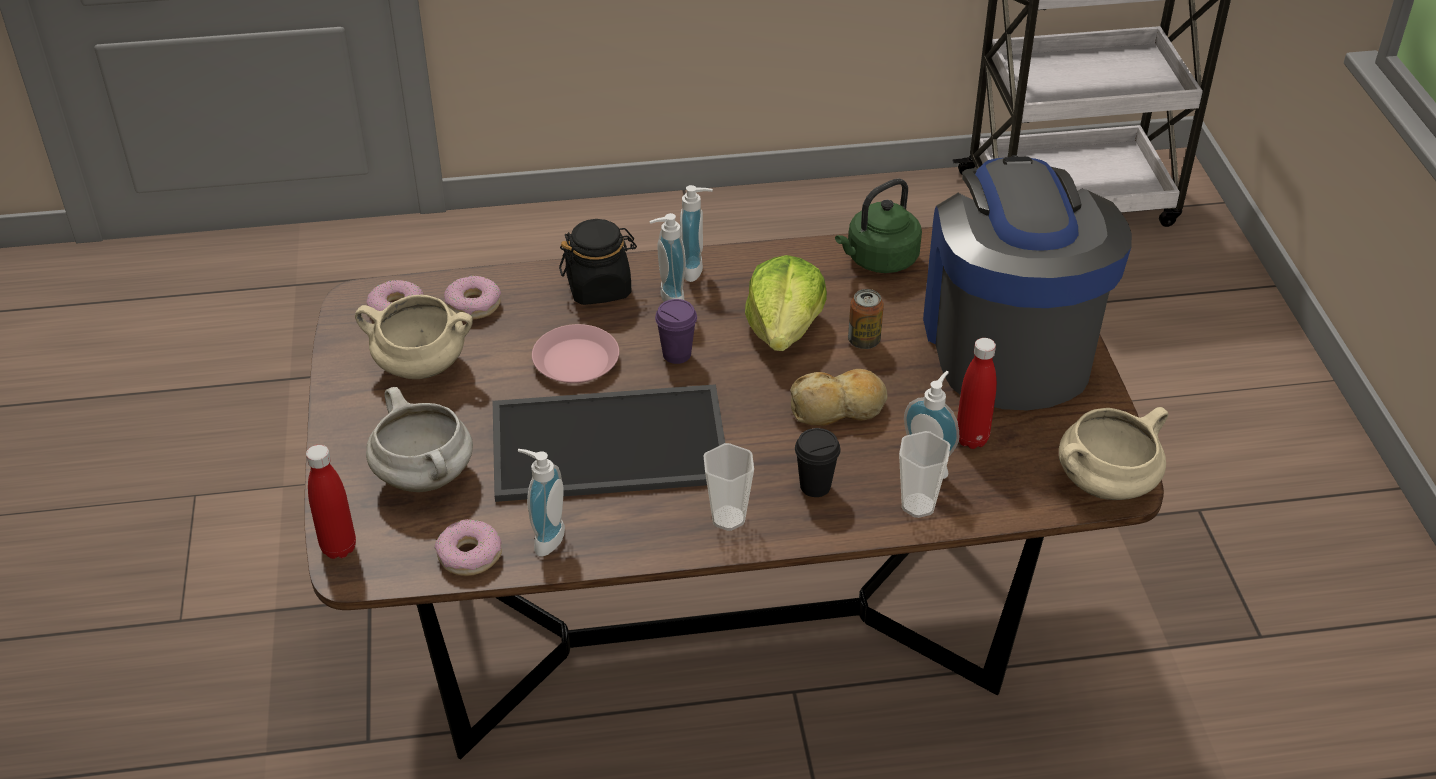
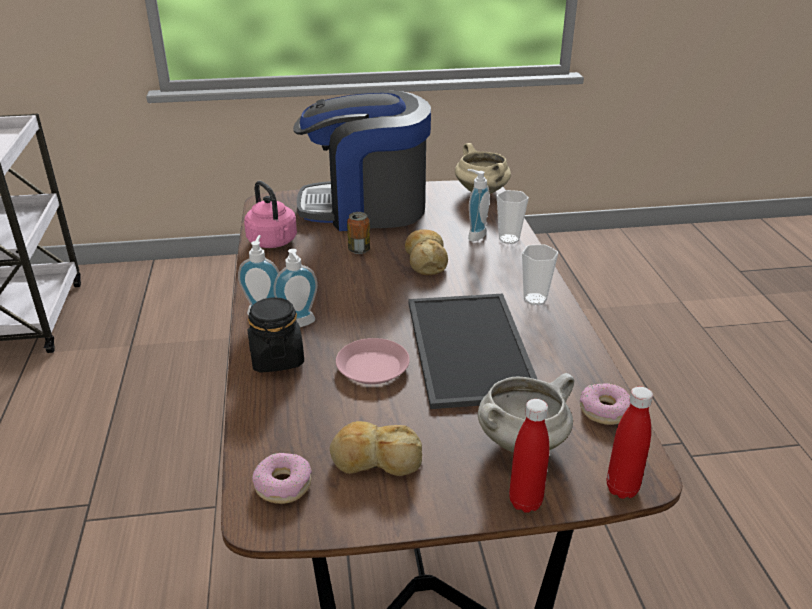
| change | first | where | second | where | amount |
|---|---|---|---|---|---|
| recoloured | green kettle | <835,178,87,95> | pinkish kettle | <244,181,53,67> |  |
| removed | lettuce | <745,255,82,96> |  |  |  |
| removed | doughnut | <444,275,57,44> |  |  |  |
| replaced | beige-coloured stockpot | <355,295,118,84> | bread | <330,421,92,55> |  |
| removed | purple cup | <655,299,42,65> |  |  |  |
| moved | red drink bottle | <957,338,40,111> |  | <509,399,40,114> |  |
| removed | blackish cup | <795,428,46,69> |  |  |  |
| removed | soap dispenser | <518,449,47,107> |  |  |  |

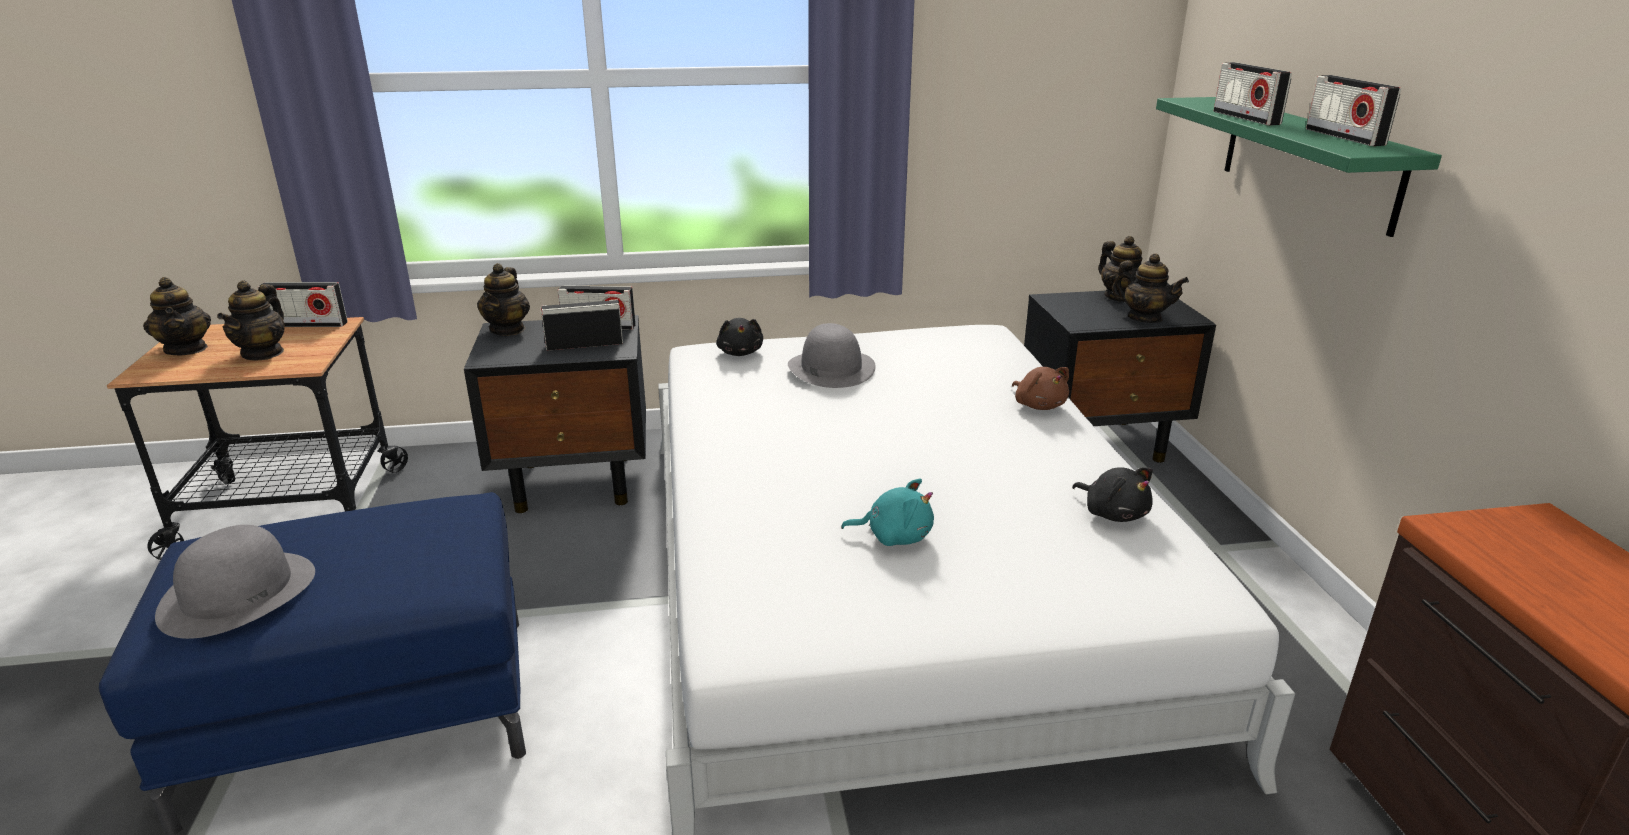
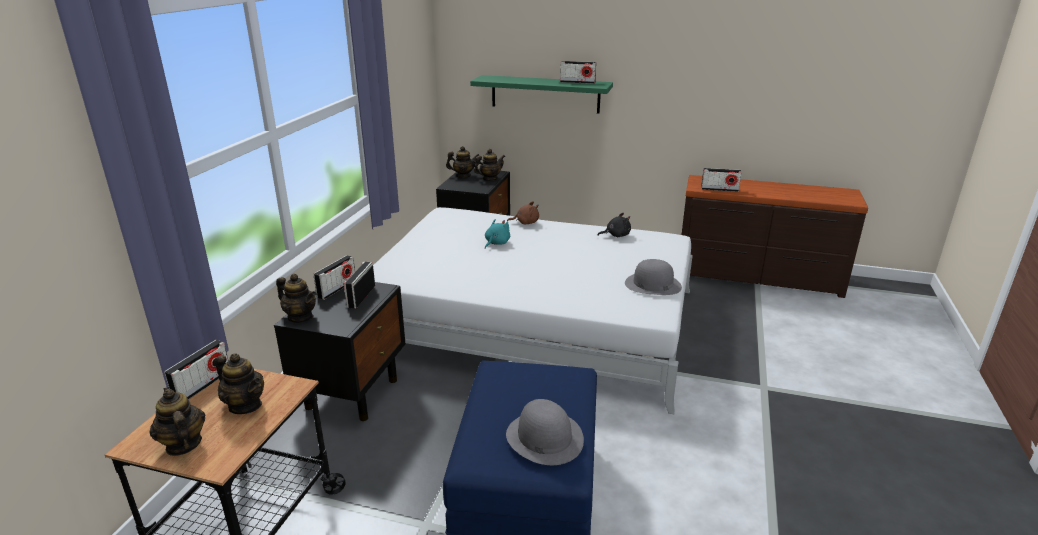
| change | first | where | second | where | amount |
|---|---|---|---|---|---|
| moved | radio set | <1214,62,78,63> |  | <701,168,41,24> |  |
| turned | teapot | <143,277,68,78> |  | <150,387,55,69> | 120 degrees counterclockwise |
| removed | blackish plush toy | <716,318,47,38> |  |  |  |
| moved | gray wearable hat | <788,323,88,65> |  | <625,259,57,36> |  |
| moved | turquoise-coloured plush toy | <841,478,93,68> |  | <485,219,25,30> |  |

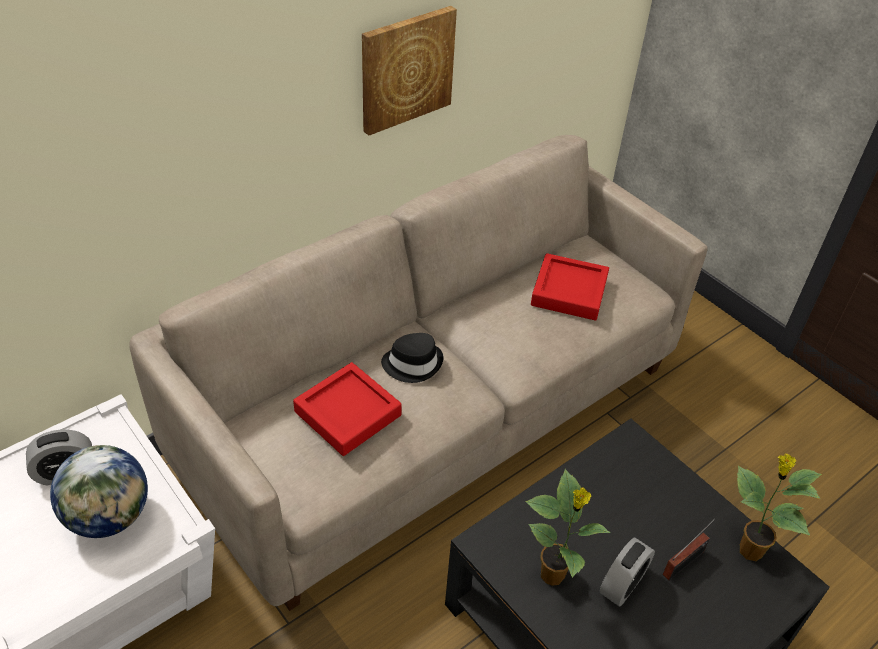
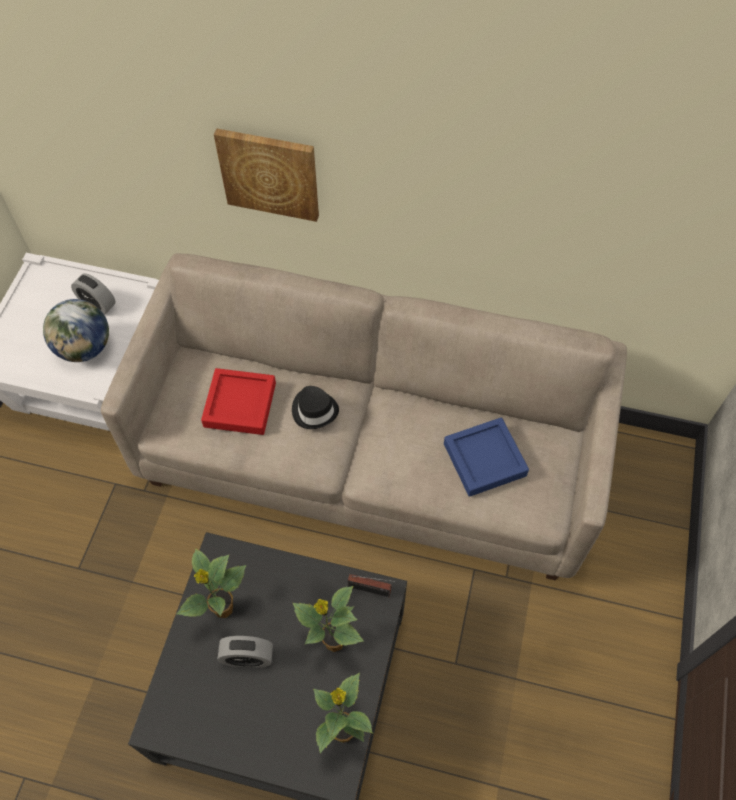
| change | first | where | second | where | amount |
|---|---|---|---|---|---|
| moved | wall picture | <362,6,95,130> |  | <214,128,105,94> |  |
| recoloured | red serving tray | <531,253,78,67> | bluish serving tray | <444,418,85,79> |  |
| moved | radio set | <663,519,52,62> |  | <348,574,49,23> |  |
| added |  |  | potted plant | <293,586,71,66> |  |

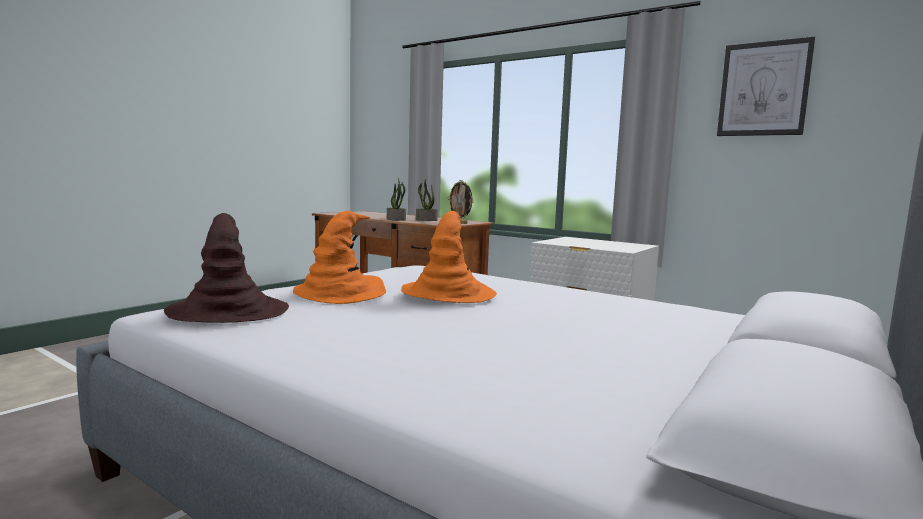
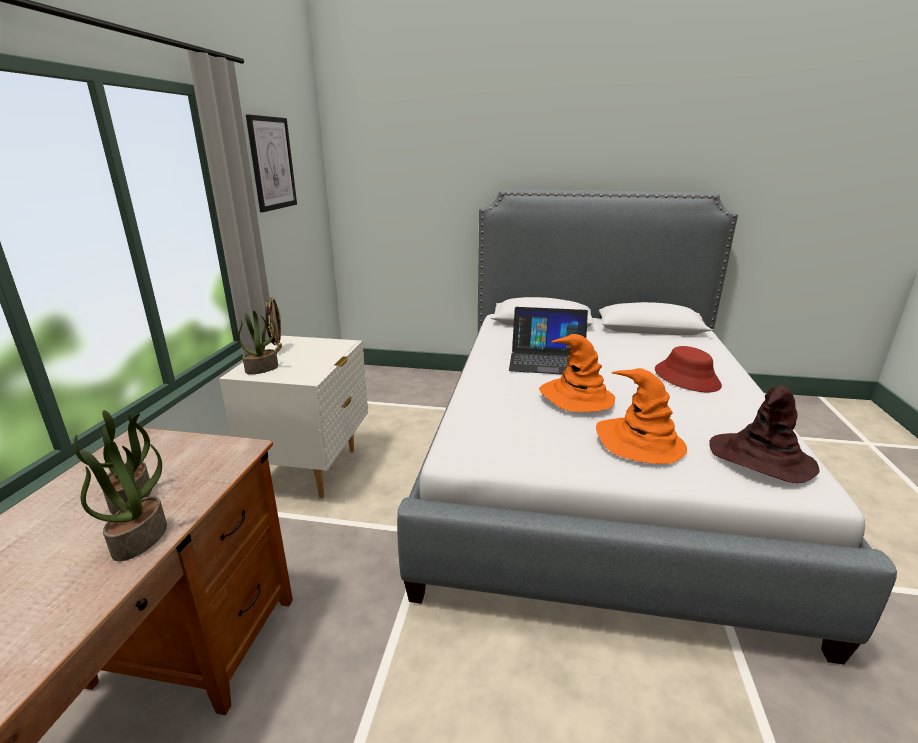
| change | first | where | second | where | amount |
|---|---|---|---|---|---|
| moved | standing frame | <448,180,26,44> |  | <265,296,17,57> |  |
| added |  |  | laptop | <509,307,79,68> |  |
| added |  |  | potted plant | <238,311,40,63> |  |
| added |  |  | red wearable hat | <655,346,67,46> |  |

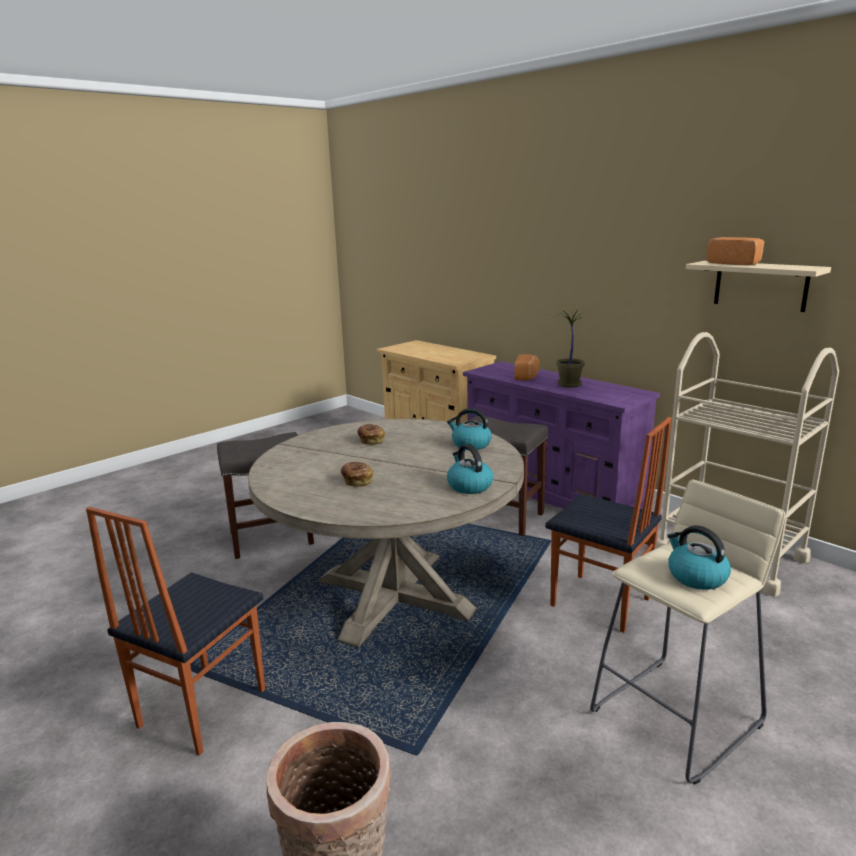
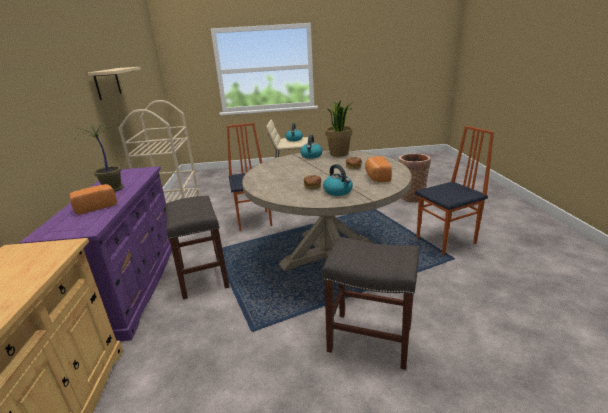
| change | first | where | second | where | amount |
|---|---|---|---|---|---|
| moved | bread | <707,237,57,28> |  | <365,156,27,26> |  |
| moved | kettle | <447,408,45,42> |  | <323,164,30,32> |  |
| added |  |  | potted plant | <325,101,28,56> |  |

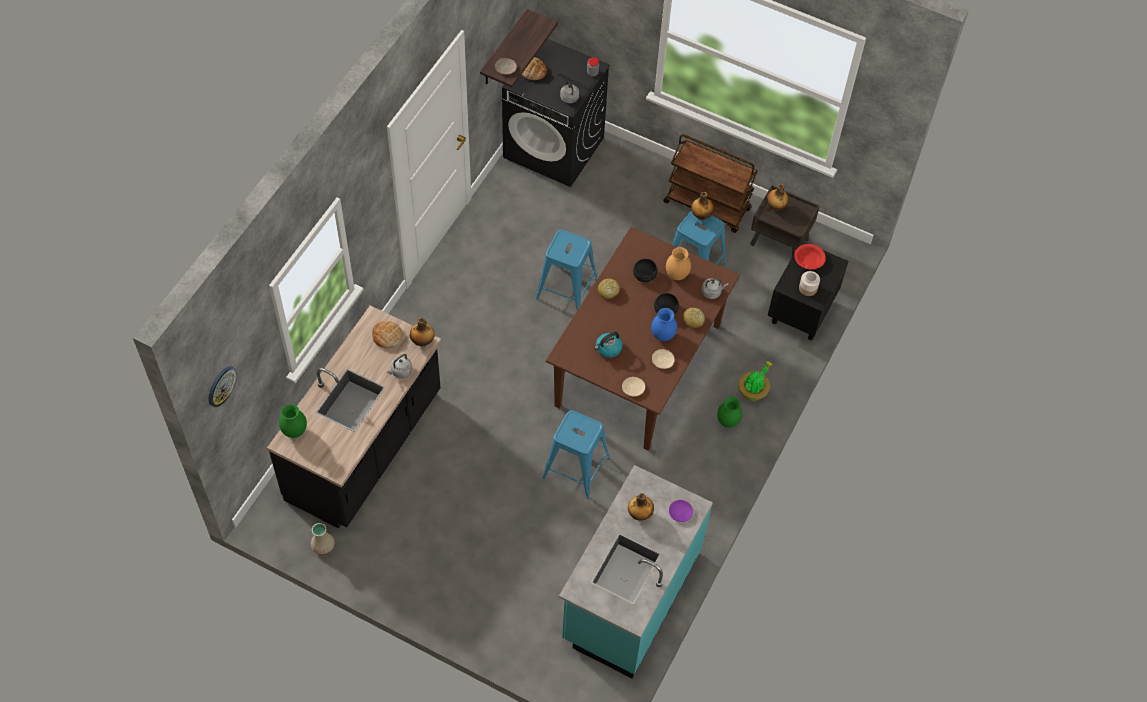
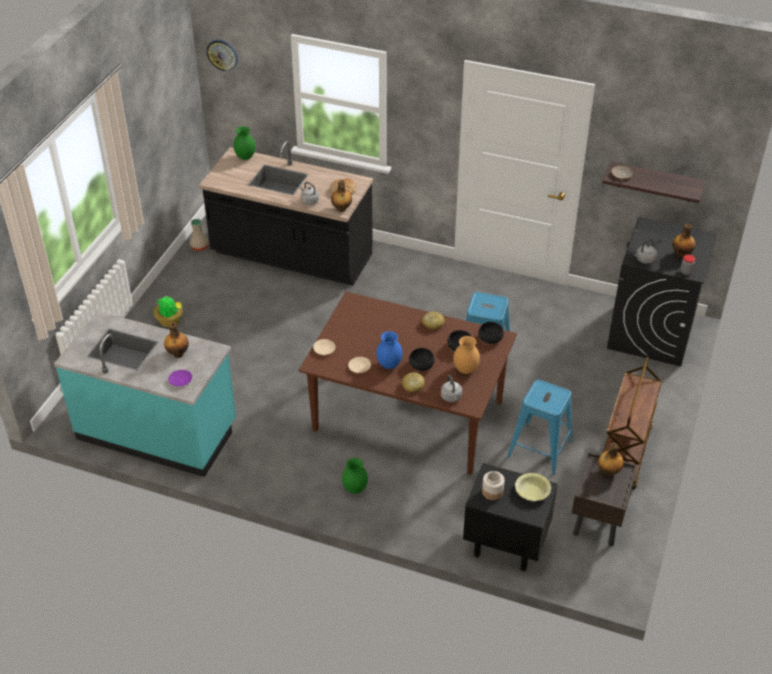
| change | first | where | second | where | amount |
|---|---|---|---|---|---|
| removed | bread | <521,57,26,23> |  |  |  |
| moved | drink bottle | <691,192,23,28> |  | <672,224,24,34> |  |
| recoloured | red serving bowl | <794,244,32,25> | yellow-coloured serving bowl | <515,473,36,28> |  |
| removed | kettle | <594,332,29,26> |  |  |  |
| moved | potted plant | <738,361,35,40> |  | <153,296,30,31> |  |
| removed | bluish stool seat | <542,410,68,89> |  |  |  |
| added |  |  | blackish serving bowl | <478,322,26,22> |  |

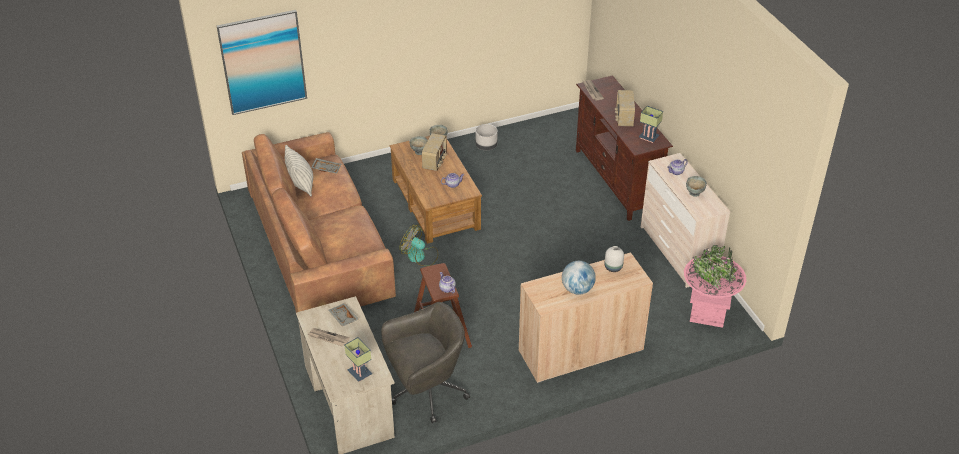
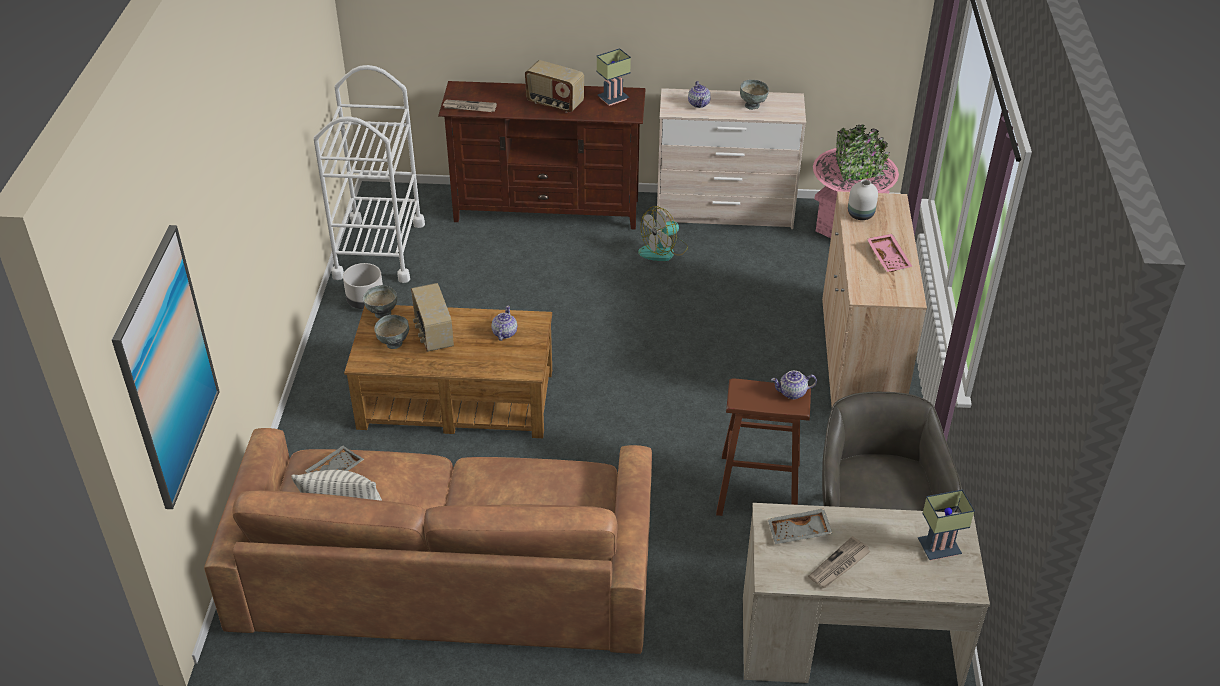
| change | first | where | second | where | amount |
|---|---|---|---|---|---|
| turned | radio set | <422,133,25,38> |  | <411,283,43,69> | 150 degrees counterclockwise |
| moved | electric fan | <399,225,39,41> |  | <638,206,50,55> |  |
| replaced | globe | <562,261,34,34> | pinkish serving tray | <867,234,45,38> |  |
| added |  |  | whitish trolley | <314,65,111,218> |  |

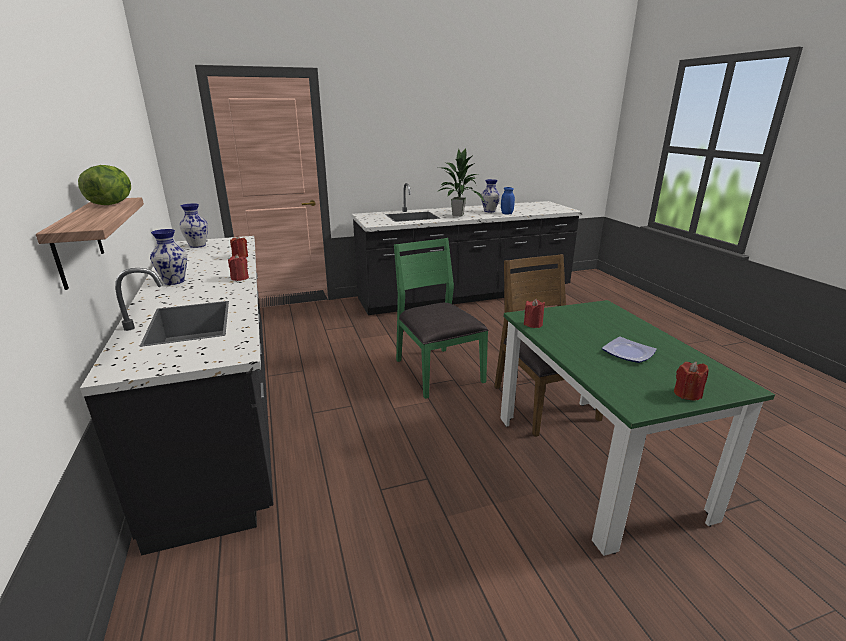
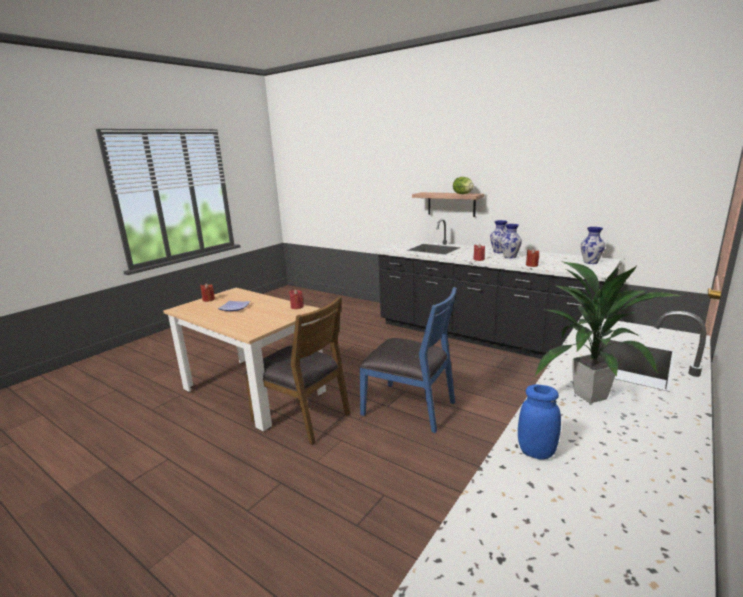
| change | first | where | second | where | amount |
|---|---|---|---|---|---|
| moved | decorative vase | <481,179,19,33> |  | <500,224,22,34> |  |
| recoloured | green chair | <394,238,95,161> | bluish chair | <359,287,98,146> |  |
| recoloured | green kitchen table | <500,300,275,256> | beige-coloured kitchen table | <163,288,163,144> |  |

